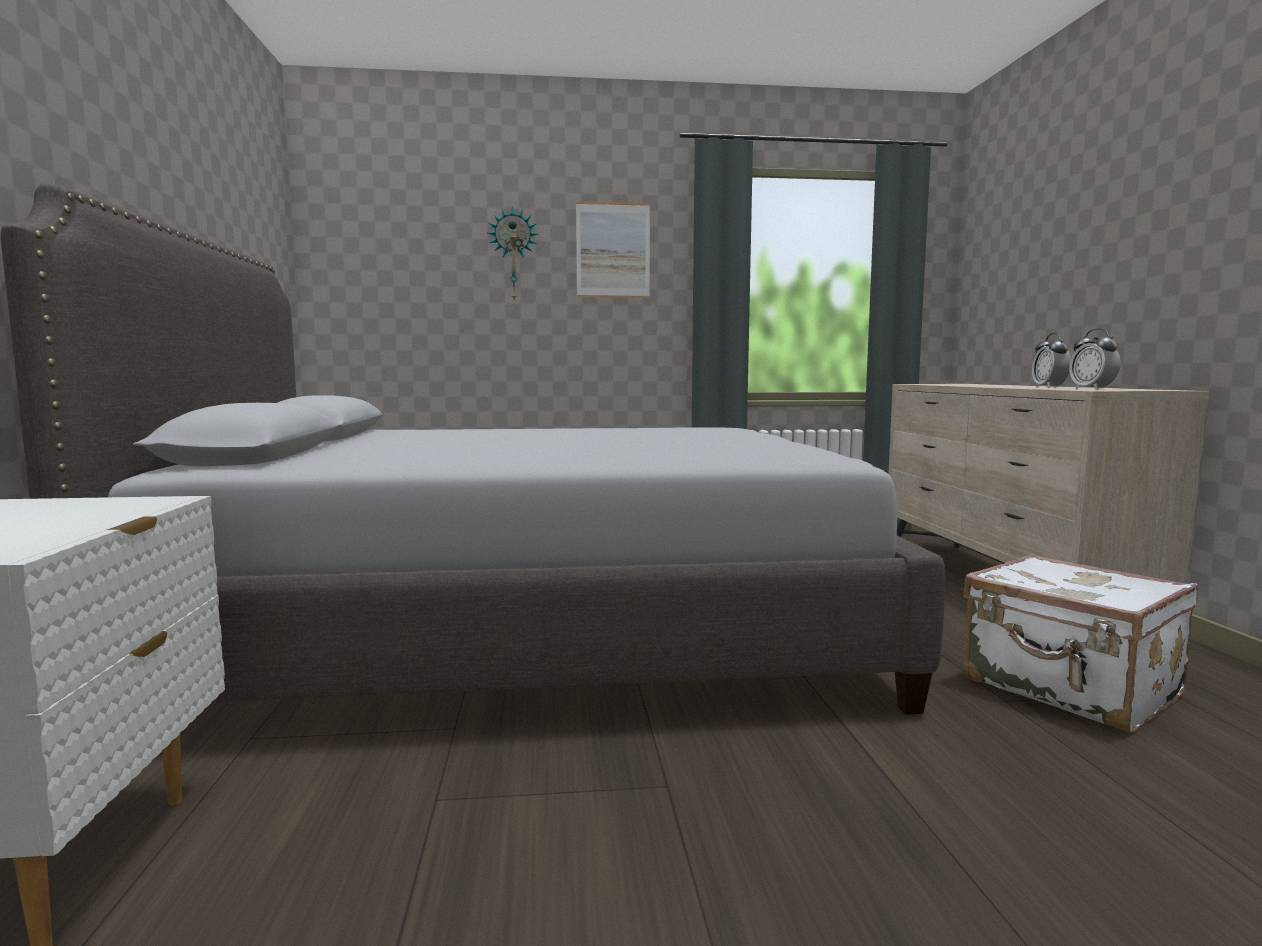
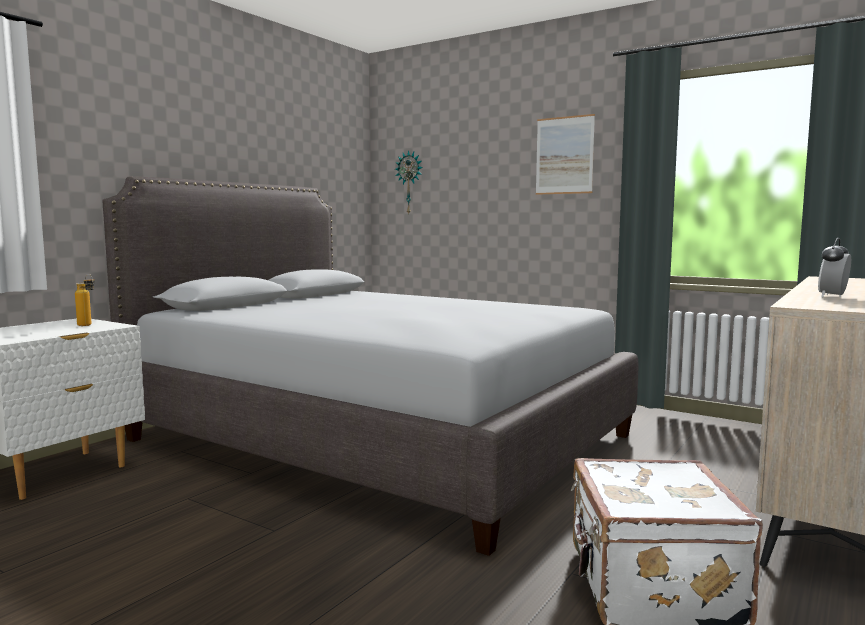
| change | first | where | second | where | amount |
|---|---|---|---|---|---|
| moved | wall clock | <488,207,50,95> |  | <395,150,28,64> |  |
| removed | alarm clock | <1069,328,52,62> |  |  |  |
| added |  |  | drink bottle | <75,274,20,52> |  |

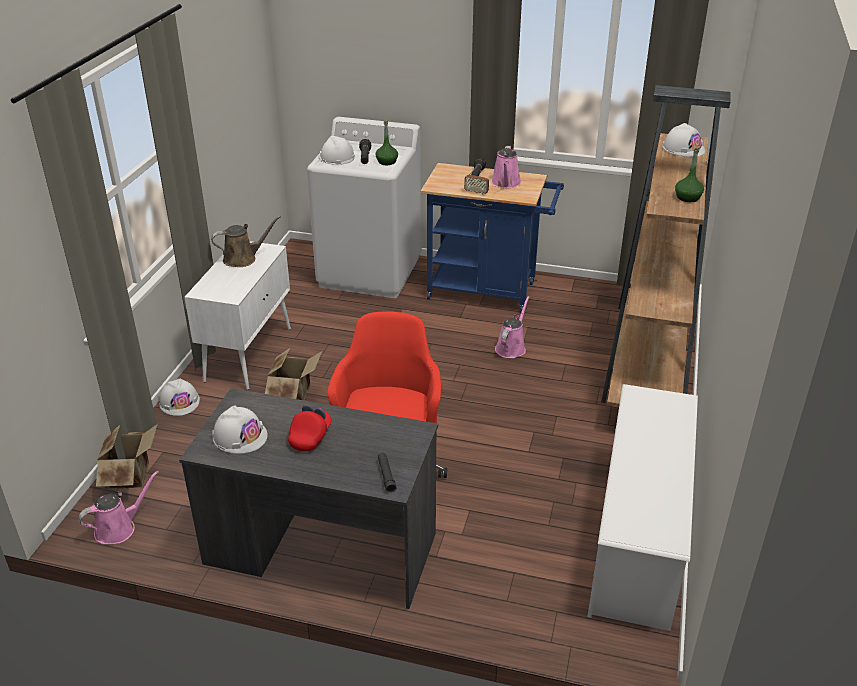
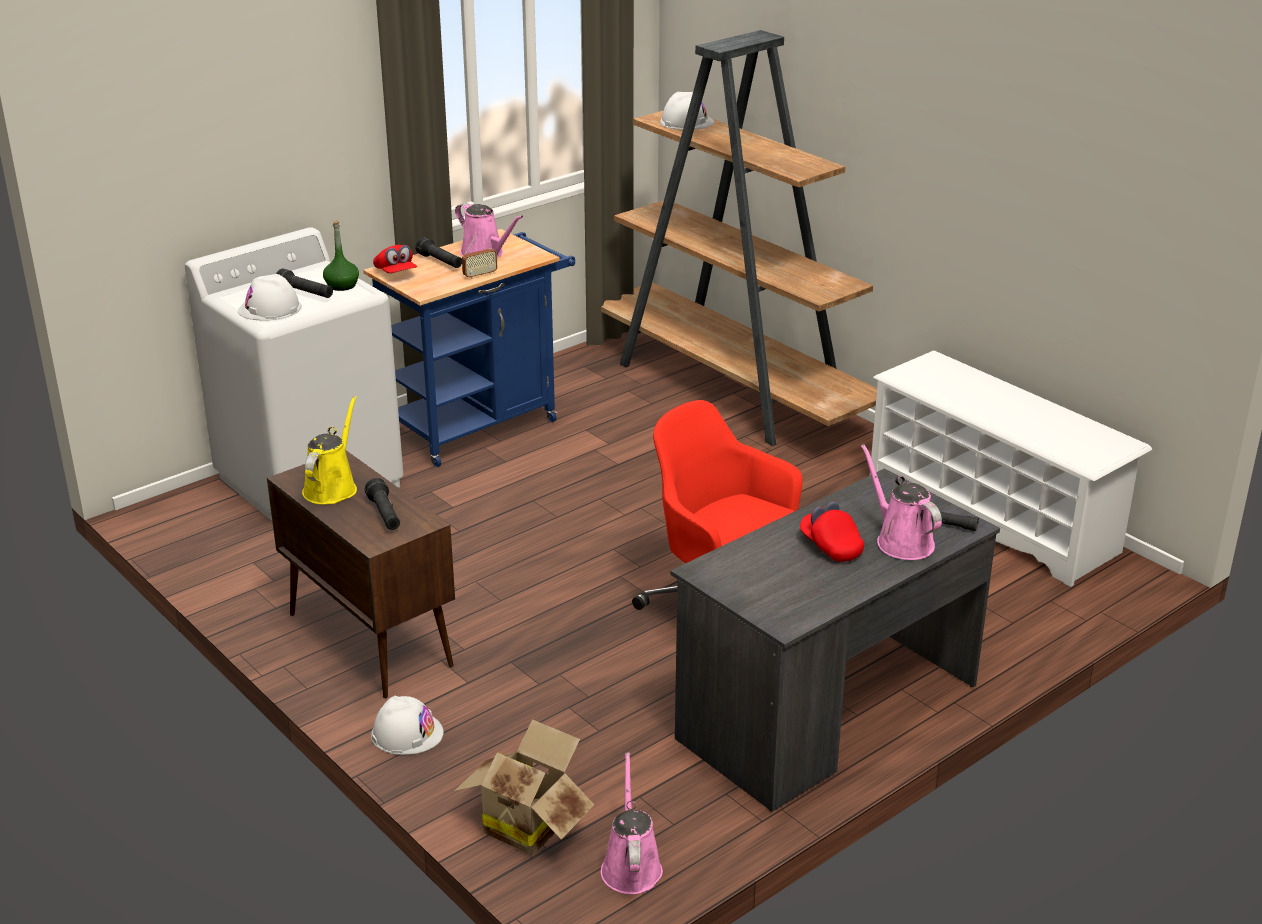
| change | first | where | second | where | amount |
|---|---|---|---|---|---|
| removed | green drink bottle | <675,147,29,55> |  |  |  |
| recoloured | brown-coloured watering can | <211,216,70,51> | yellow-coloured watering can | <302,396,55,109> |  |
| recoloured | whitish storage cabinet | <184,241,107,149> | brown-coloured storage cabinet | <267,450,188,248> |  |
| moved | pinkish watering can | <495,296,35,62> |  | <861,444,81,116> |  |
| removed | carton | <265,348,57,53> |  |  |  |
| removed | whitish hard hat | <212,405,56,49> |  |  |  |
| added |  |  | red baseball cap | <373,245,44,28> |  |
| added |  |  | blackish flashlight | <365,478,35,52> |  |

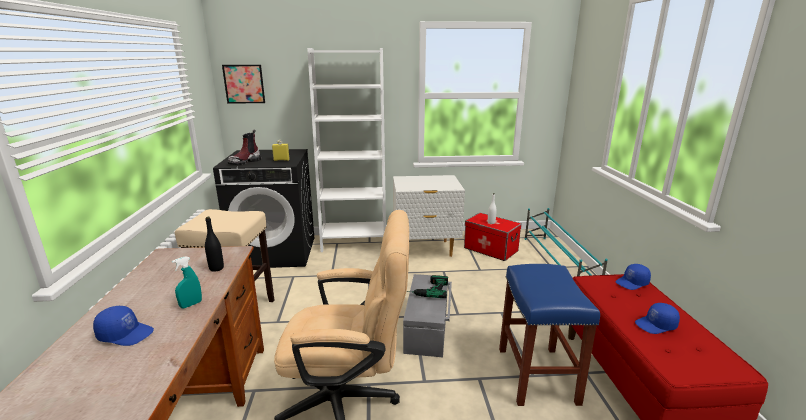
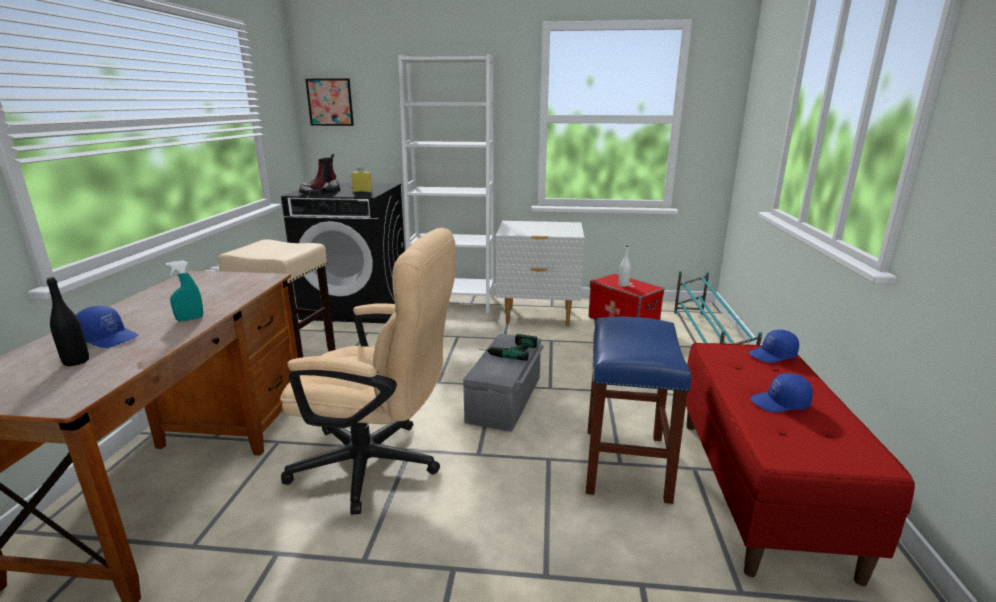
| change | first | where | second | where | amount |
|---|---|---|---|---|---|
| moved | blackish drink bottle | <205,217,19,55> |  | <47,277,42,89> |  |

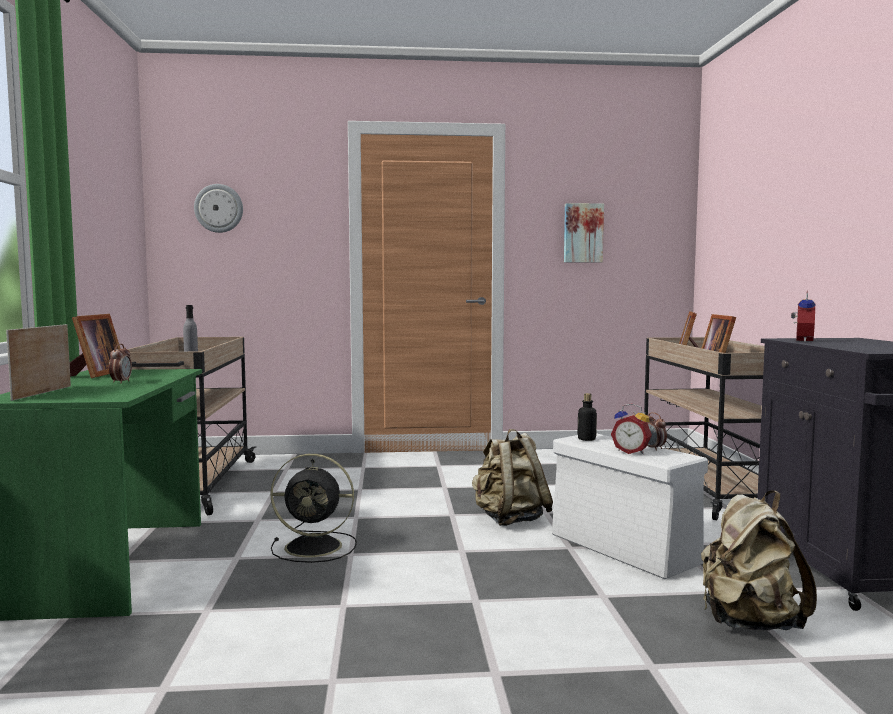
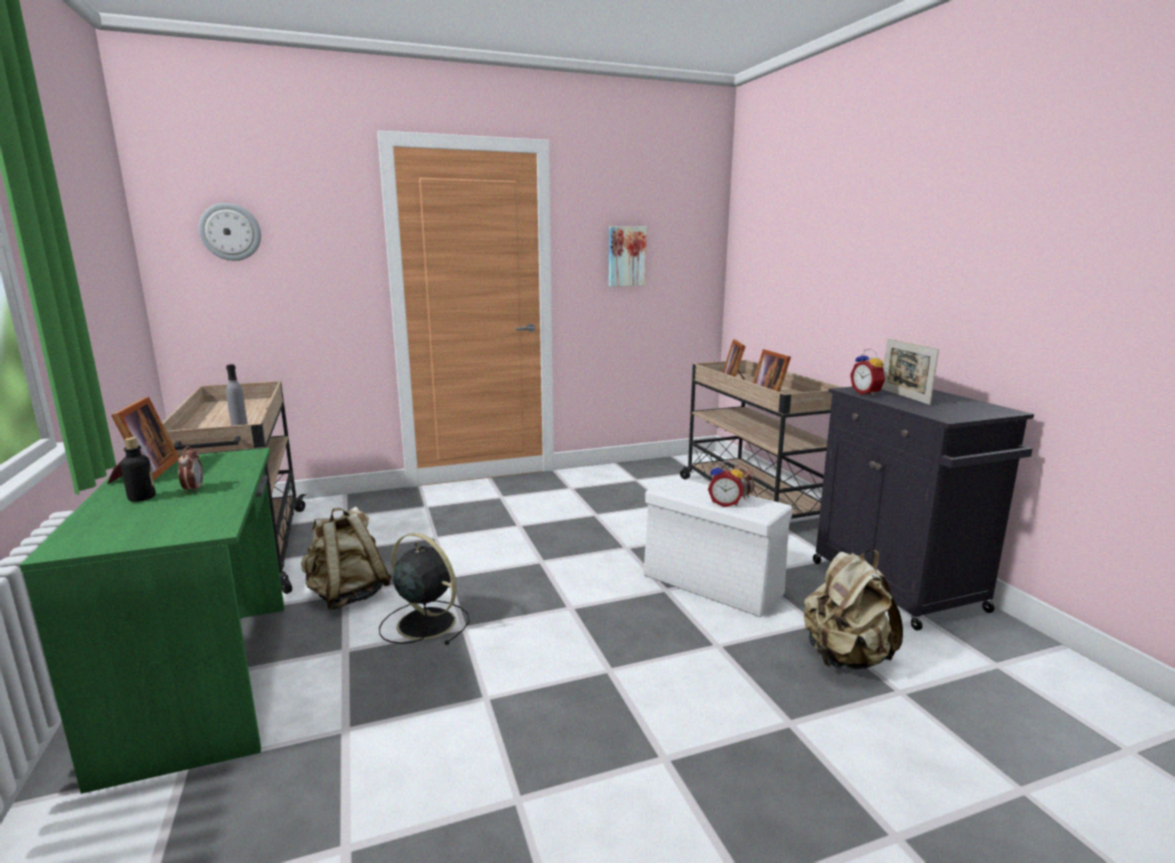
| change | first | where | second | where | amount |
|---|---|---|---|---|---|
| turned | alarm clock | <791,290,25,52> |  | <850,349,35,47> | 150 degrees clockwise |
| moved | standing frame | <6,324,65,77> |  | <881,338,58,67> |  |
| moved | drink bottle | <578,393,19,48> |  | <120,437,36,65> |  |
| moved | beige-coloured rucksack | <472,429,81,97> |  | <301,507,91,103> |  |
| turned | blackish electric fan | <270,454,87,109> |  | <379,533,90,112> | 135 degrees counterclockwise |

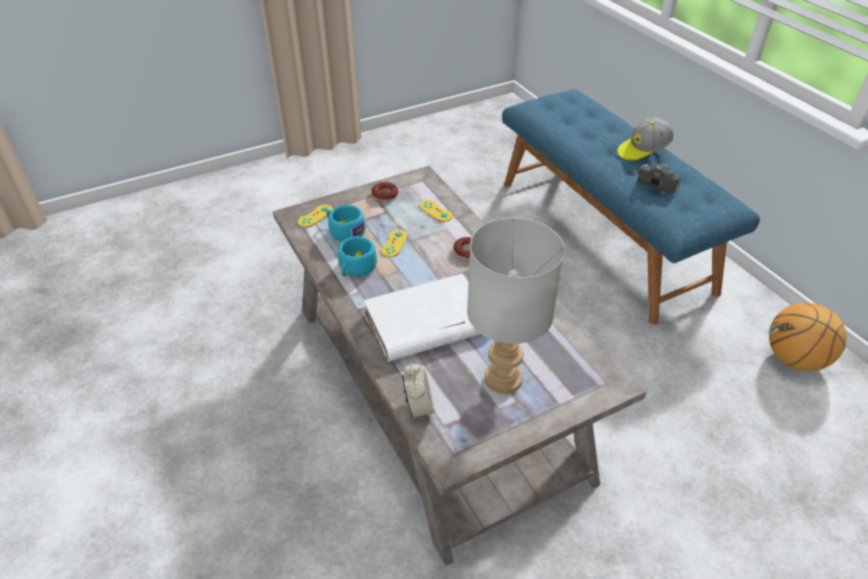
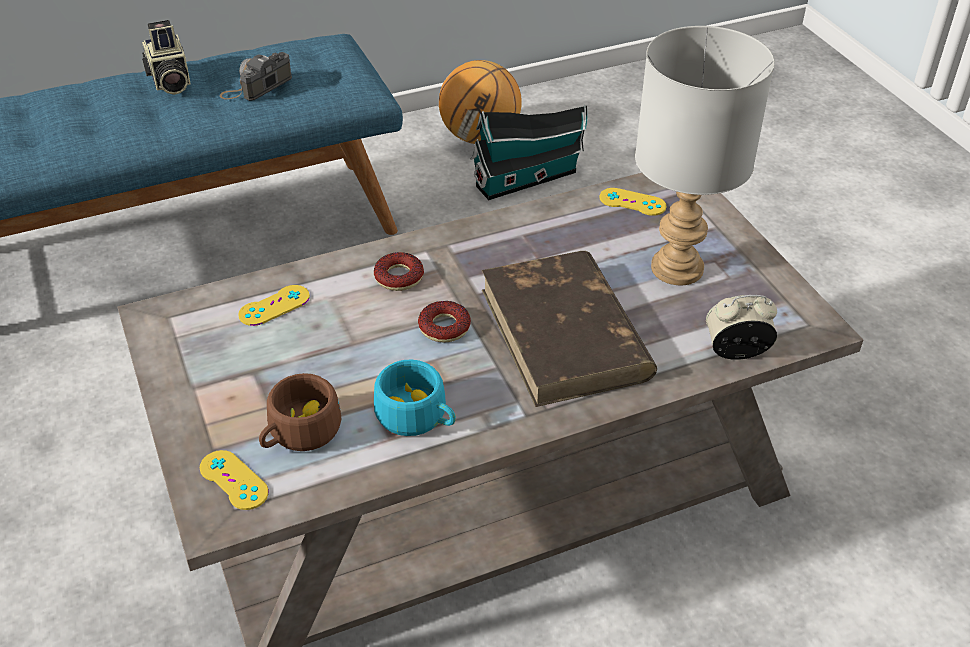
| change | first | where | second | where | amount |
|---|---|---|---|---|---|
| replaced | baseball cap | <617,117,56,43> | photo camera | <142,20,49,75> |  |
| moved | doughnut | <371,182,27,20> |  | <418,301,53,41> |  |
| recoloured | turquoise-coloured cup | <327,205,39,37> | brown-coloured cup | <259,373,83,78> |  |
| moved | yellow-coloured gamepad | <381,229,27,28> |  | <599,188,67,28> |  |
| recoloured | whitish bound book | <363,273,118,89> | brown-coloured bound book | <482,251,175,156> |  |
| added |  |  | model house | <470,105,118,96> |  |

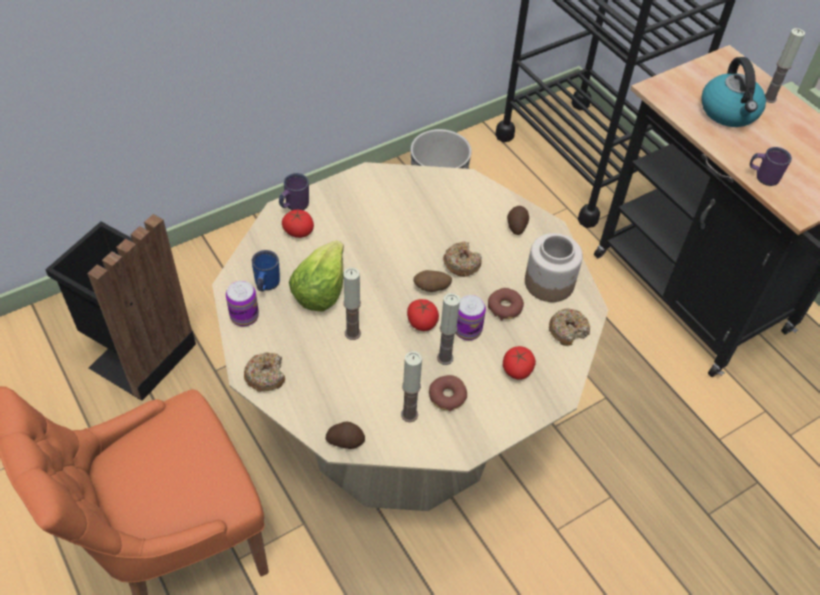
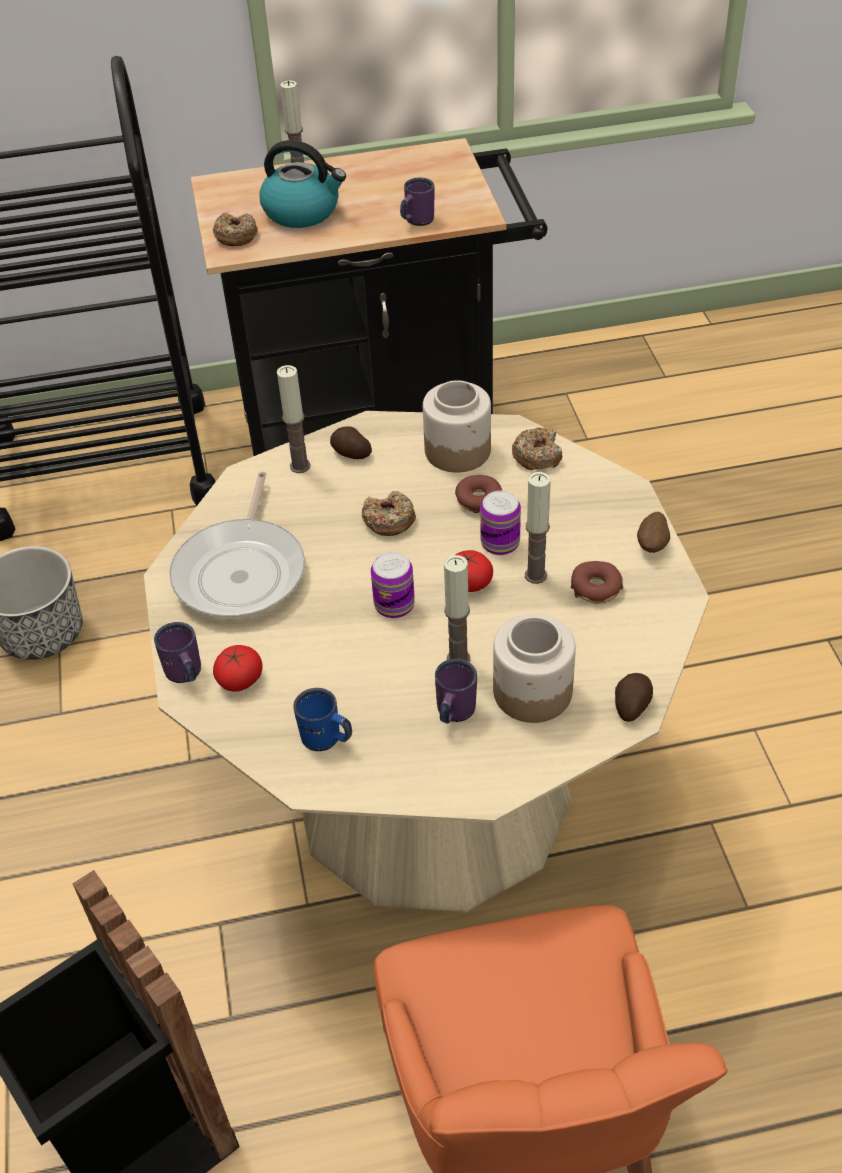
| change | first | where | second | where | amount |
|---|---|---|---|---|---|
| removed | lettuce | <289,240,55,72> |  |  |  |
| moved | potato | <414,270,38,22> |  | <637,512,33,41> |  |
| moved | can | <226,281,33,45> |  | <371,552,44,66> |  |
| removed | whole tomato | <503,346,33,34> |  |  |  |
| moved | wax light | <401,351,21,71> |  | <277,365,33,108> |  |
| moved | doughnut | <244,352,41,40> |  | <213,212,45,34> |  |
| added |  |  | skillet | <169,472,136,146> |  |
| added |  |  | jar | <493,614,83,109> |  |
| added |  |  | purple coffee mug | <435,659,42,65> |  |

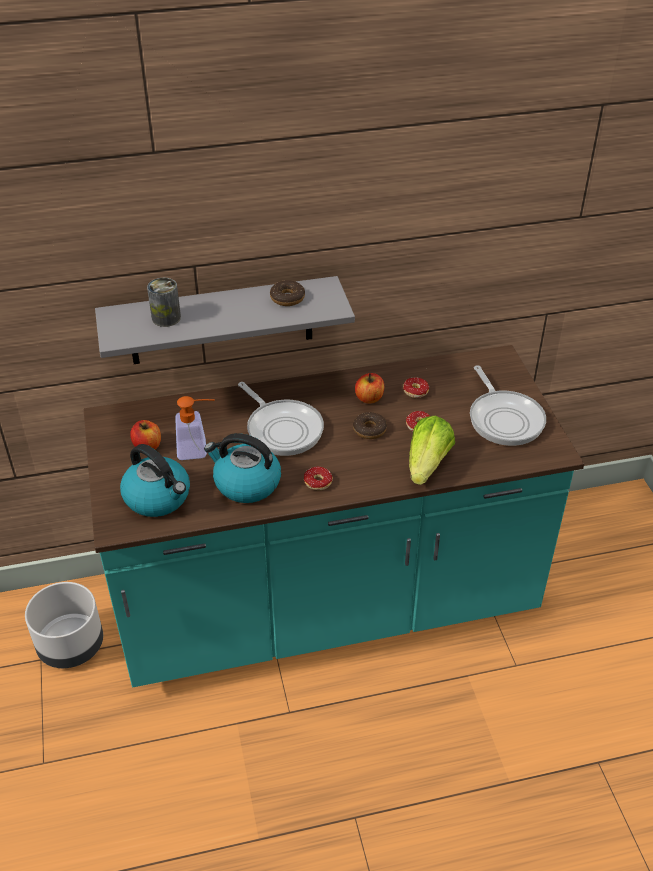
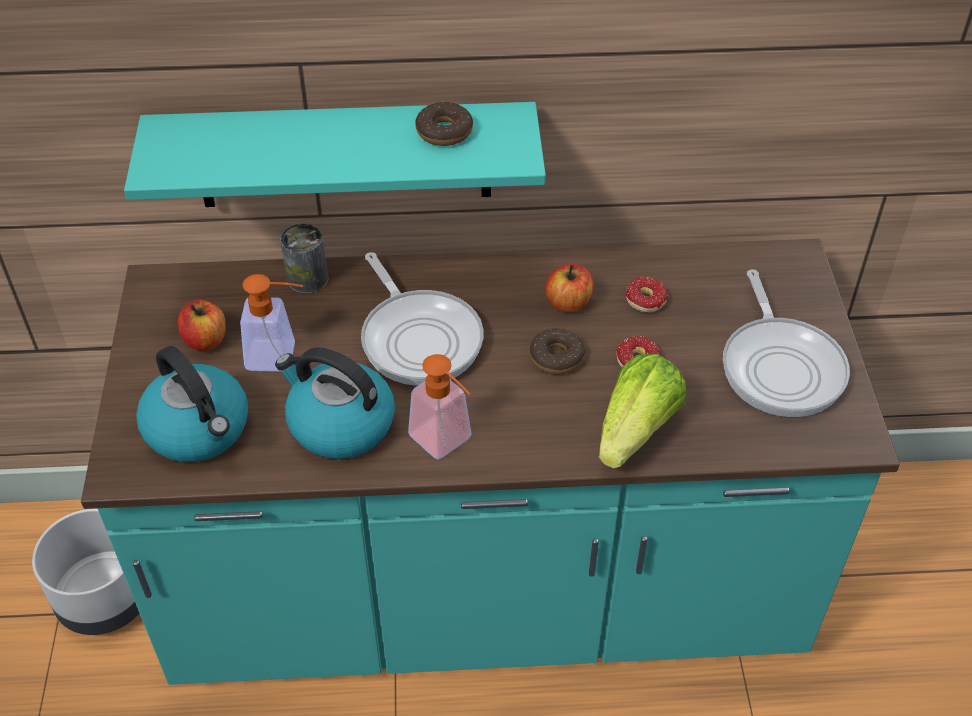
| change | first | where | second | where | amount |
|---|---|---|---|---|---|
| recoloured | gray shelf | <95,276,260,88> | turquoise-coloured shelf | <124,102,422,105> |  |
| moved | can | <147,278,34,49> |  | <280,223,49,71> |  |
| replaced | doughnut | <304,467,29,23> | soap dispenser | <408,354,64,105> |  |

